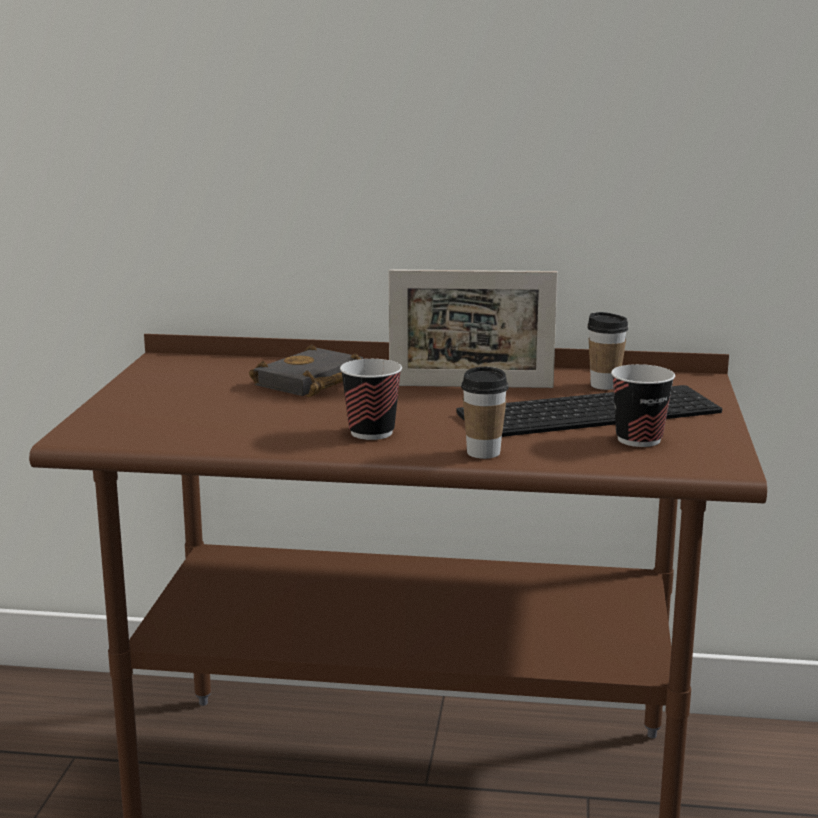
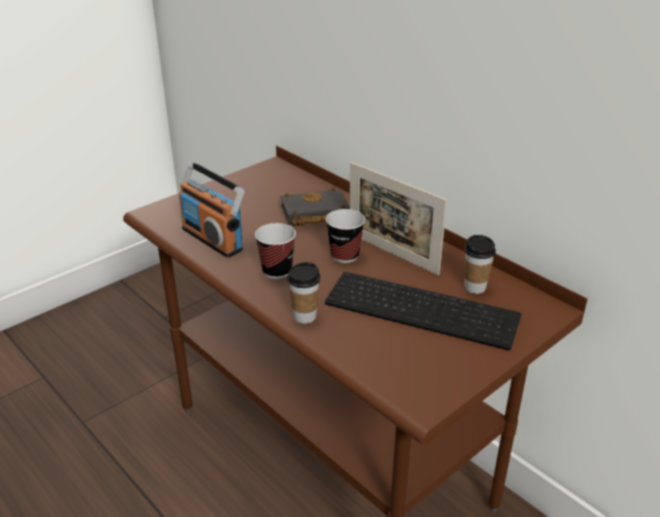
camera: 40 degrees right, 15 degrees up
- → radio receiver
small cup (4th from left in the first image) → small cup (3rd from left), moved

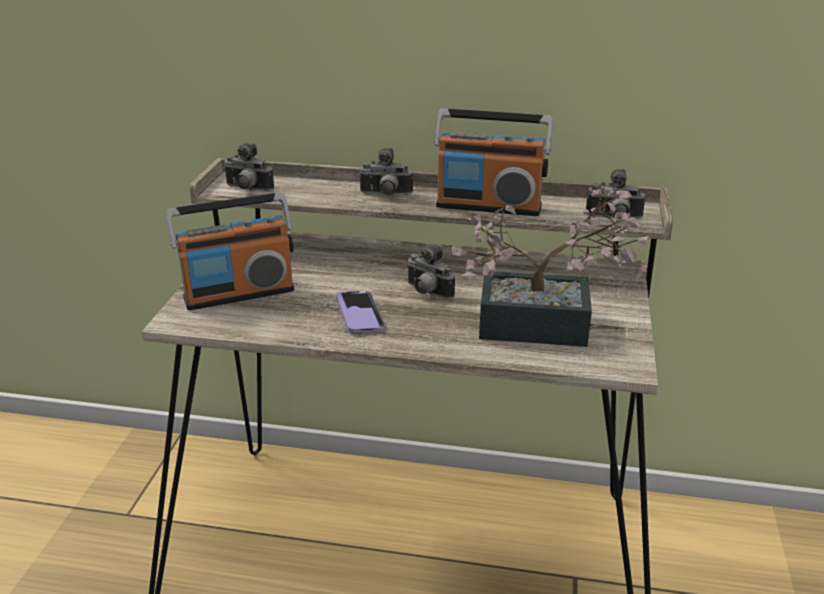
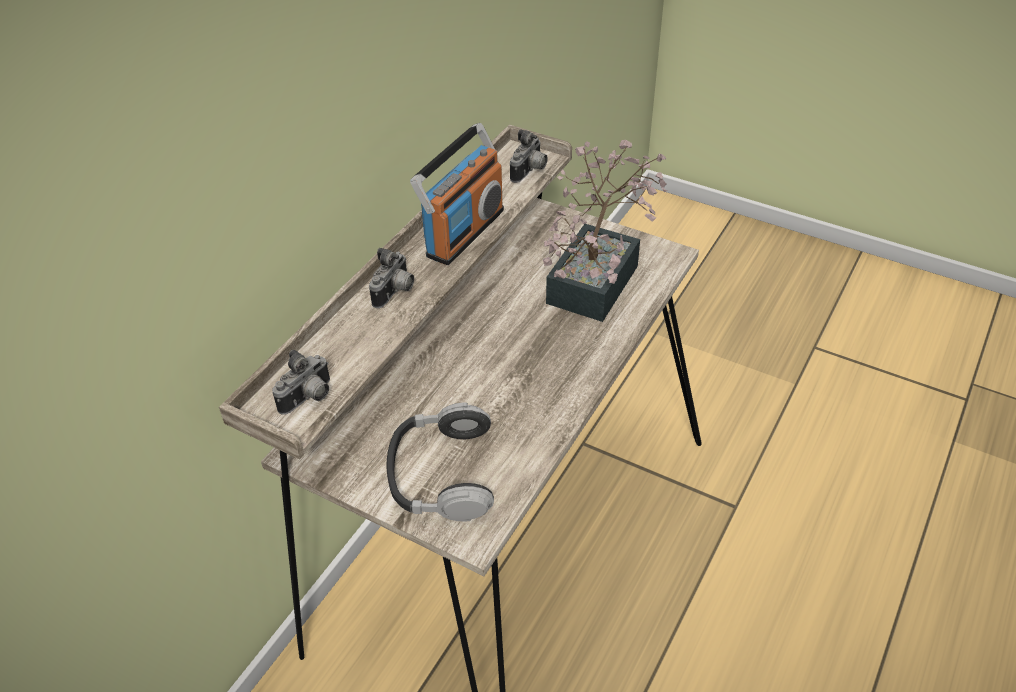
camera: 70 degrees left, 15 degrees up
radio receiver (1st from left) → pair of headphones
phone → -
photo camera (3rd from left) → -

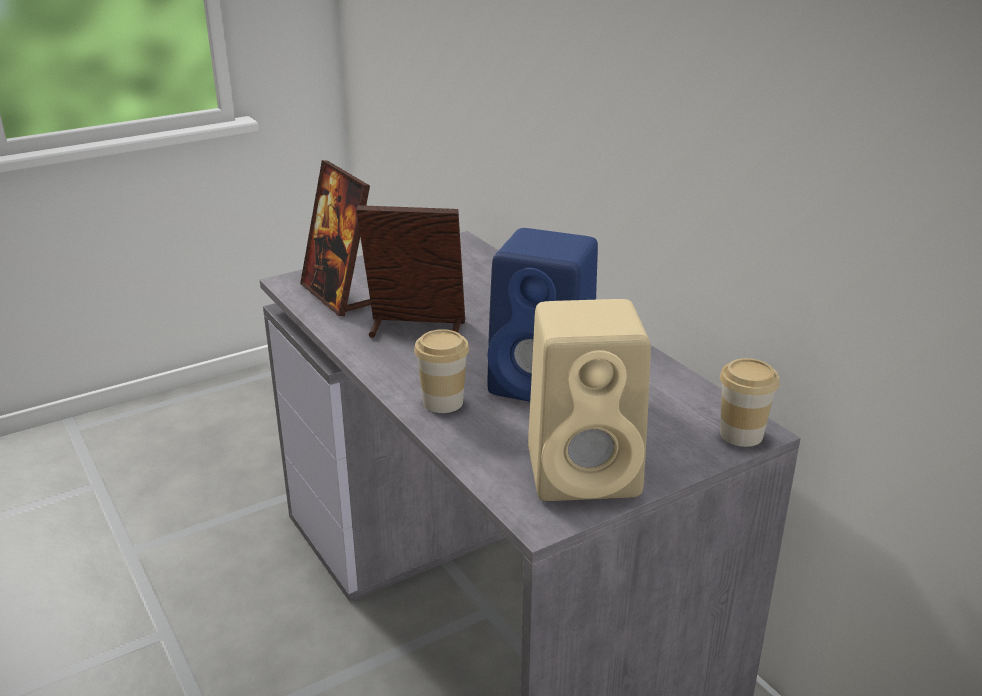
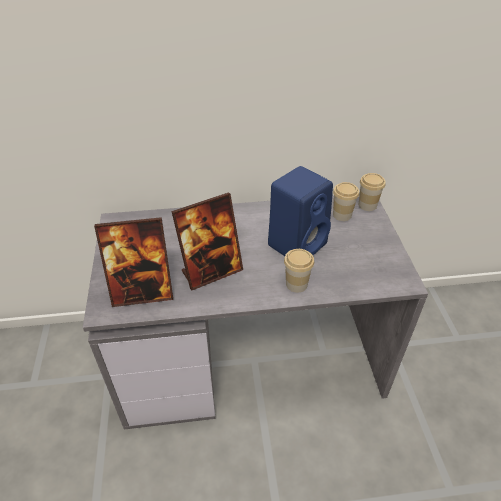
camera: 65 degrees left, 15 degrees up
standing frame (2nd from left), 150 degrees counterclockwise
- → small cup (2nd from left)
audio speaker/sand-coloured → -

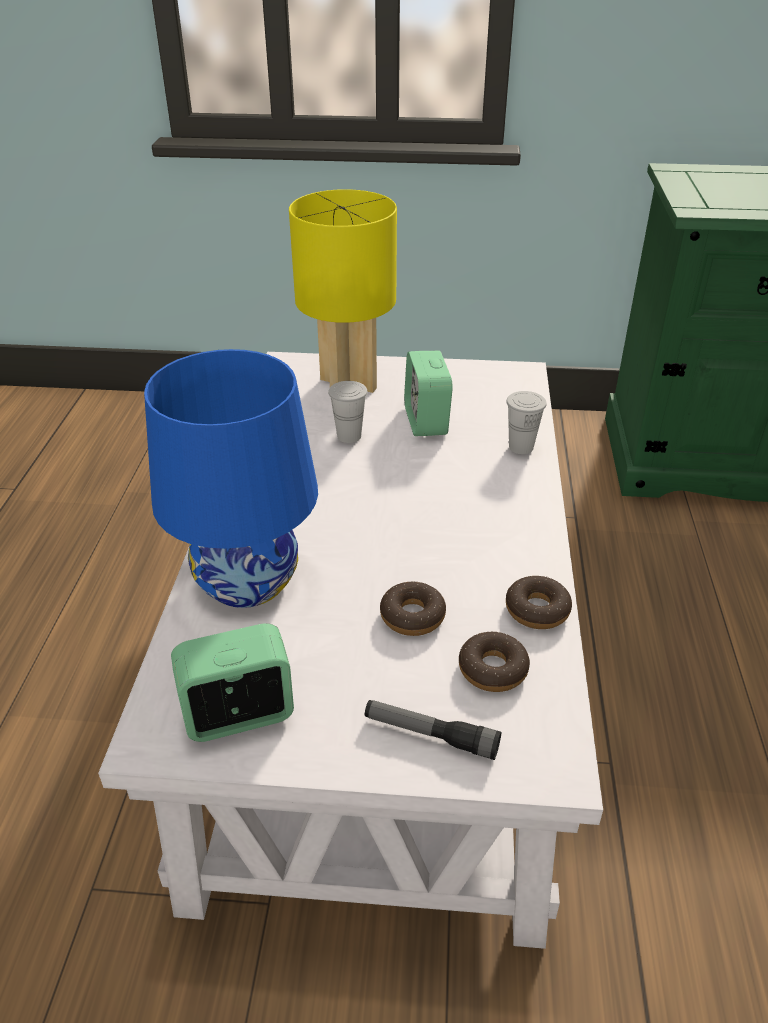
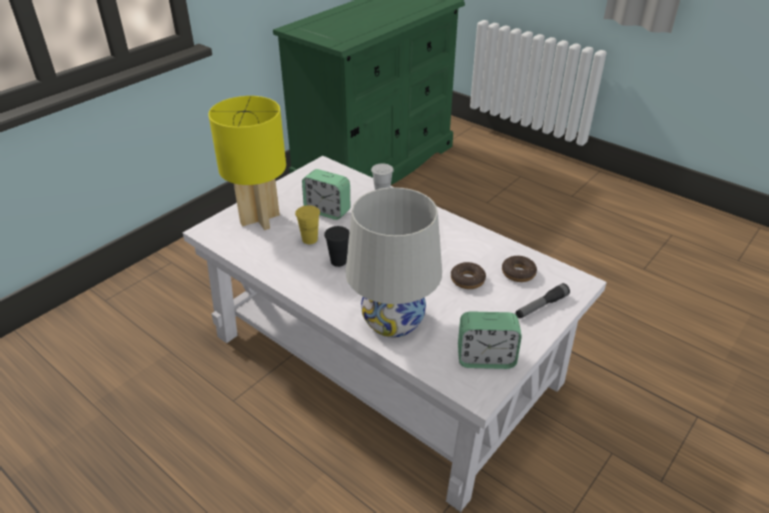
camera: 55 degrees left, 0 degrees up
small cup/white (1st from left) → small cup/yellow
- → small cup/blackish
tabletop lamp/blue → tabletop lamp/white
bedside clock (1st from left in the first image) → bedside clock (2nd from left), 105 degrees counterclockwise
ring doughnut (3rd from left) → -

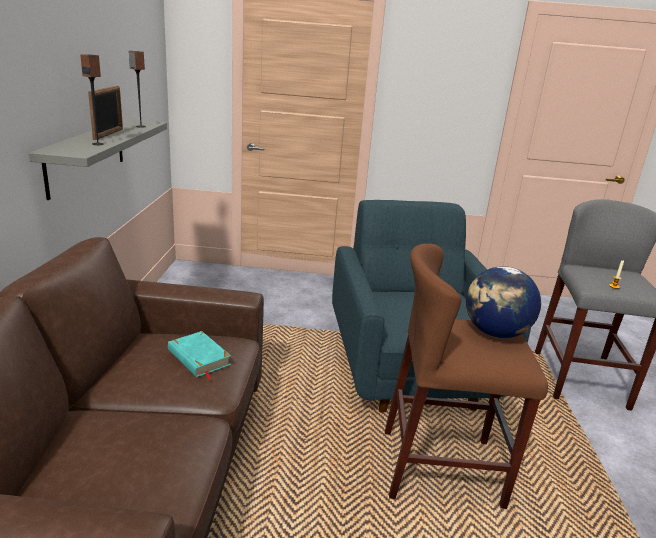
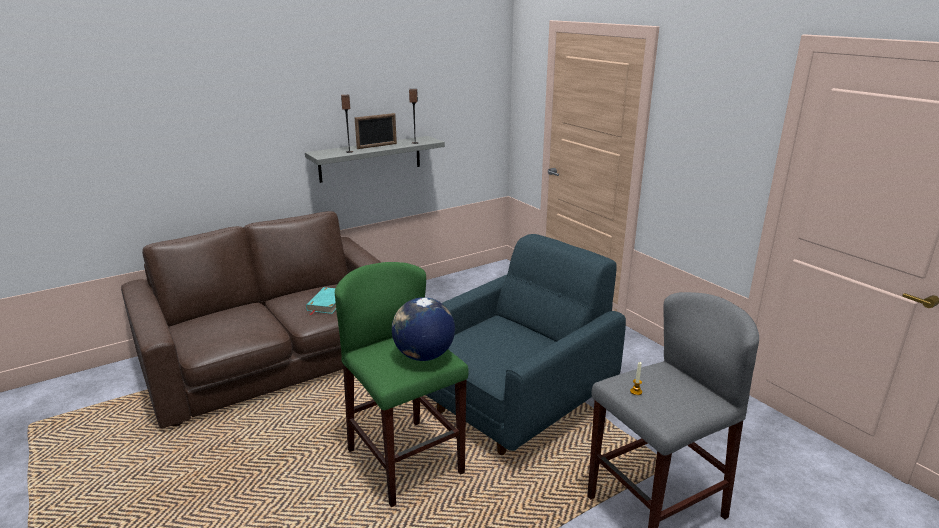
camera: 55 degrees right, 0 degrees up
sitting stool/brownish → sitting stool/green

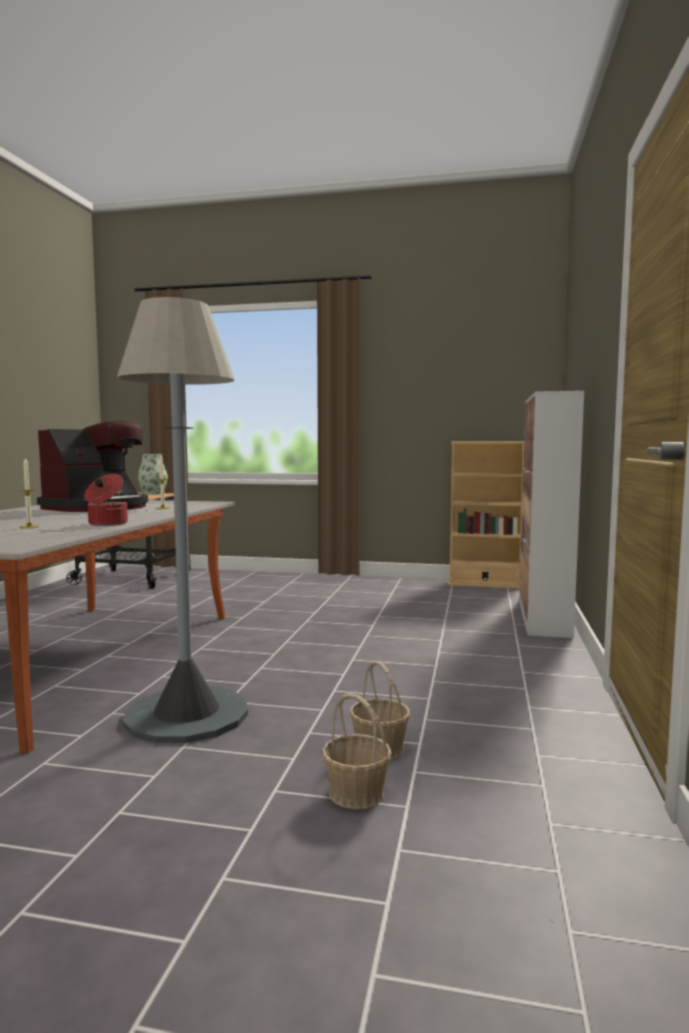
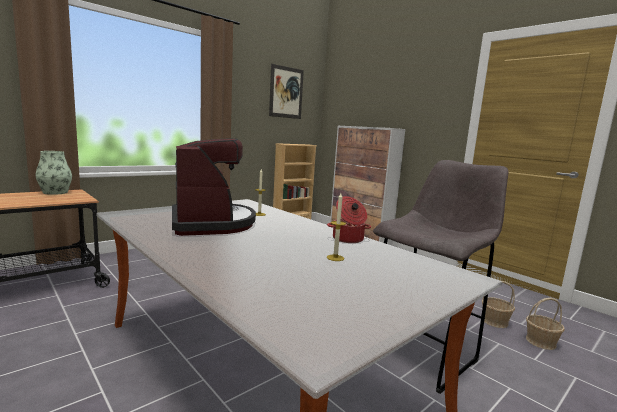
camera: 55 degrees left, 5 degrees up
- → picture
standing lamp/gray → sitting stool/gray

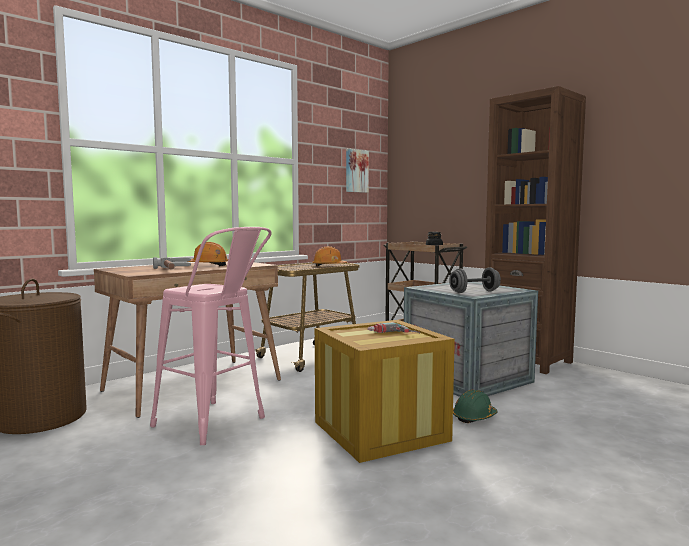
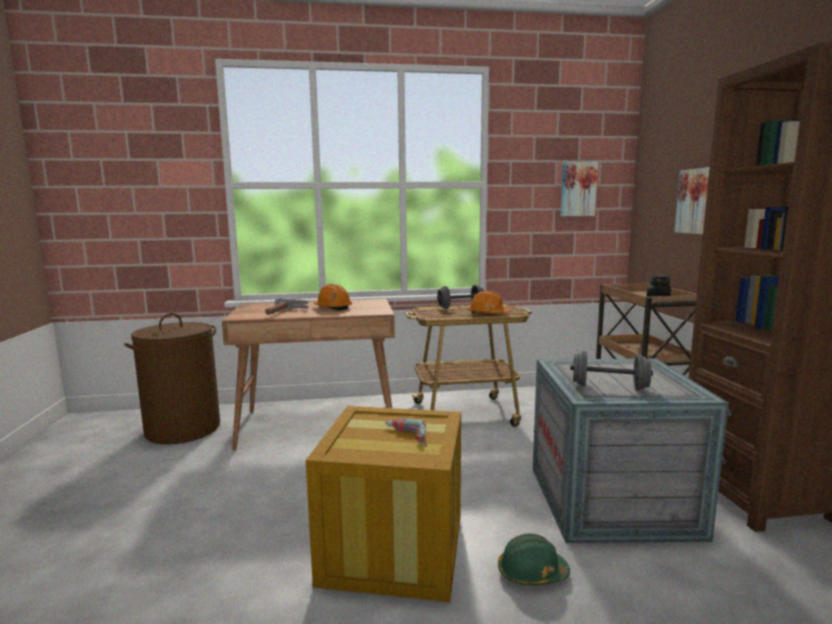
camera: 35 degrees right, 5 degrees up
- → dumbbell/gray (1st from left)
- → picture (2nd from left)
sitting stool/pink-coloured → -

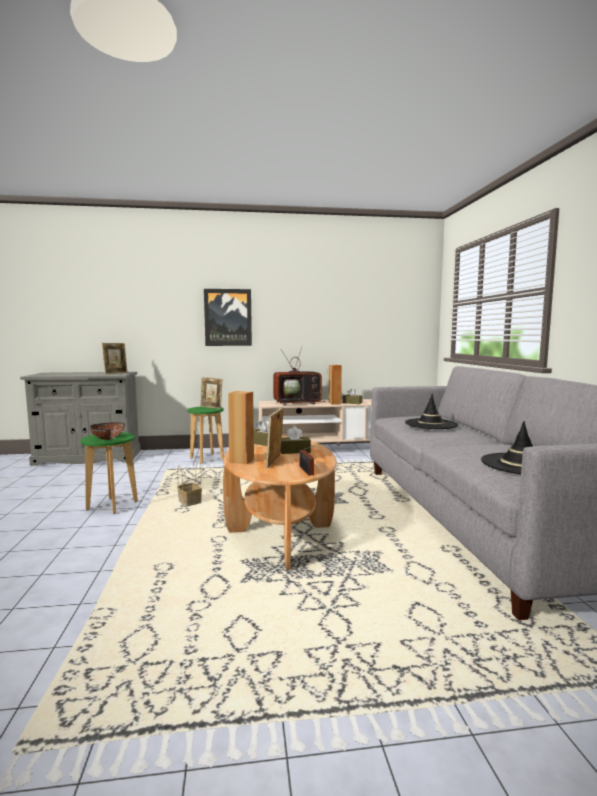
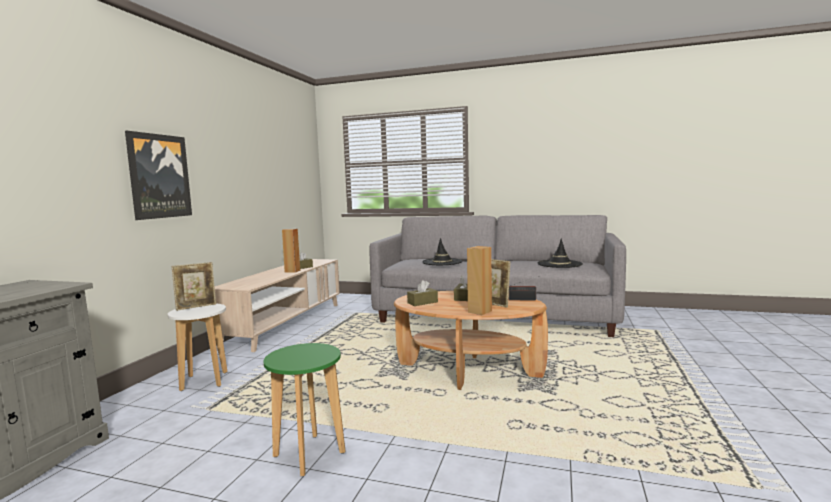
camera: 65 degrees left, 0 degrees up
sitting stool/green (2nd from left) → sitting stool/white
deep dish/brownish → -
standing frame (1st from left) → -
basket → -
TV set → -

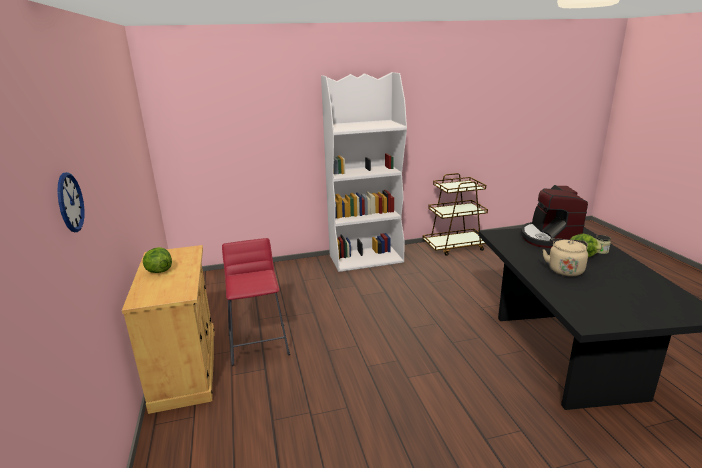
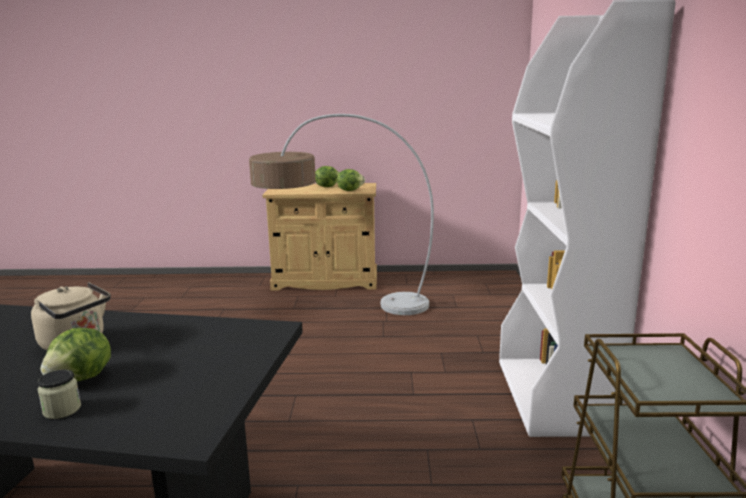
camera: 105 degrees right, 5 degrees down
sitting stool/red → standing lamp
- → lettuce head (3rd from left)
wall clock → -
coffee brewer → -

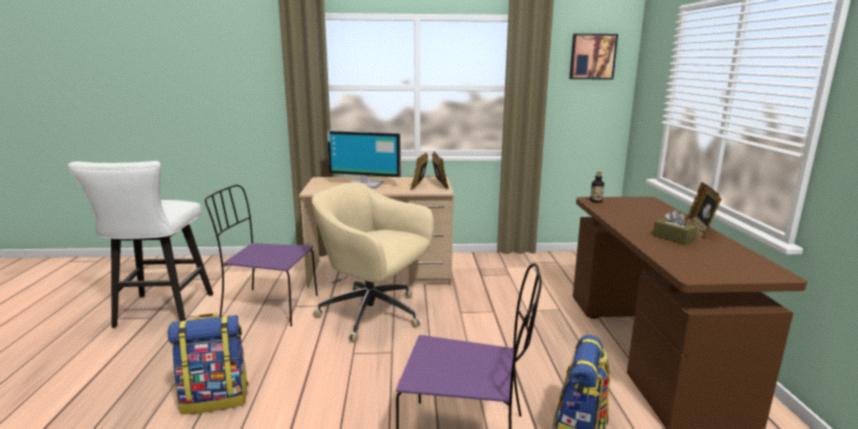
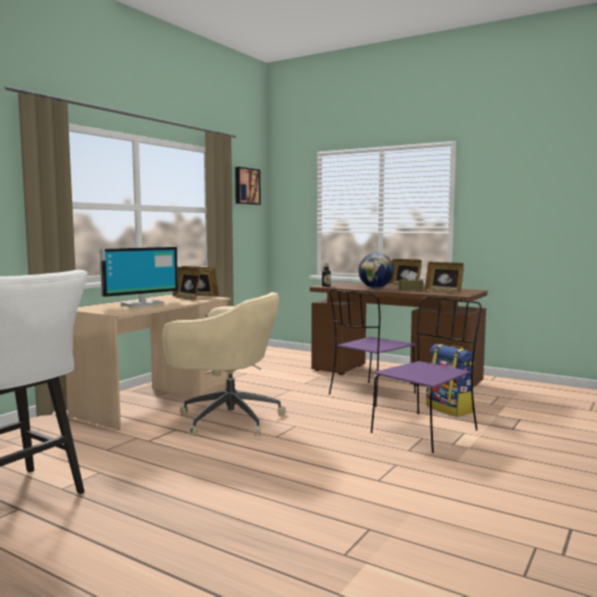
camera: 55 degrees left, 10 degrees down
office chair/sand-coloured, 135 degrees counterclockwise
chair/purplish (1st from left), moved
- → globe
- → standing frame (4th from left)
rucksack (1st from left) → -

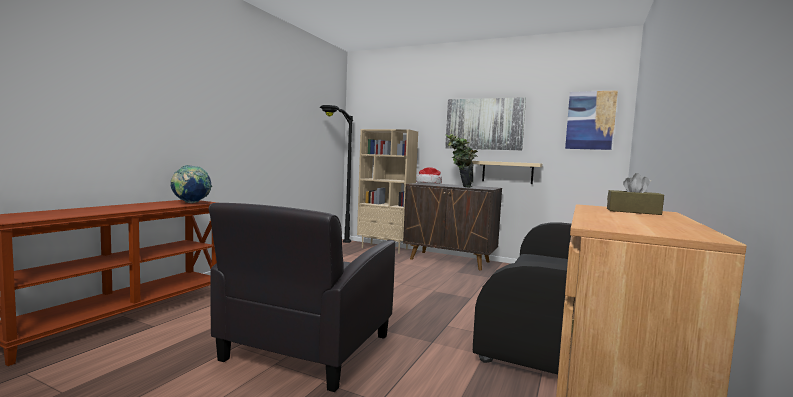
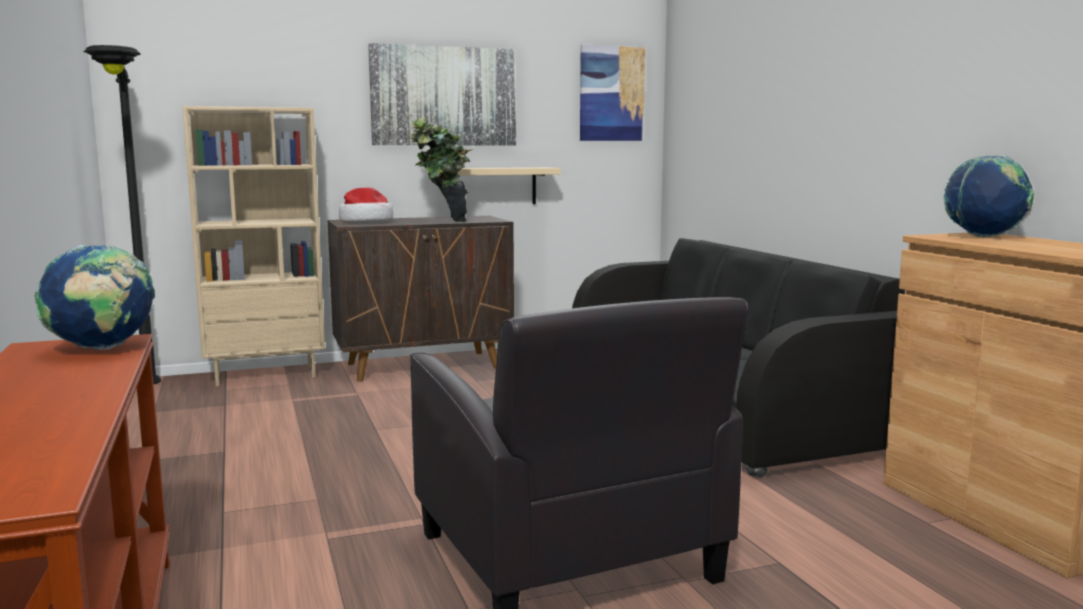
camera: 45 degrees left, 5 degrees up
tissue holder/brownish → globe (2nd from left)

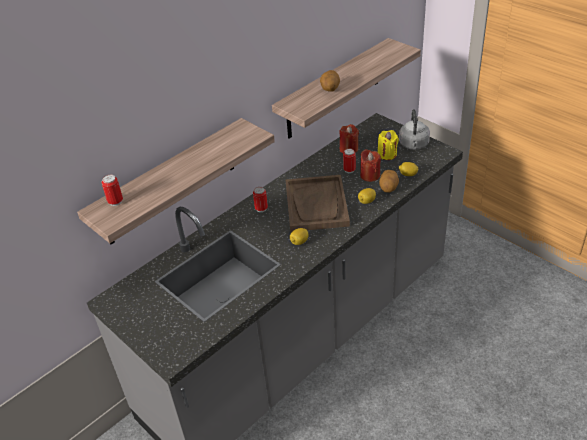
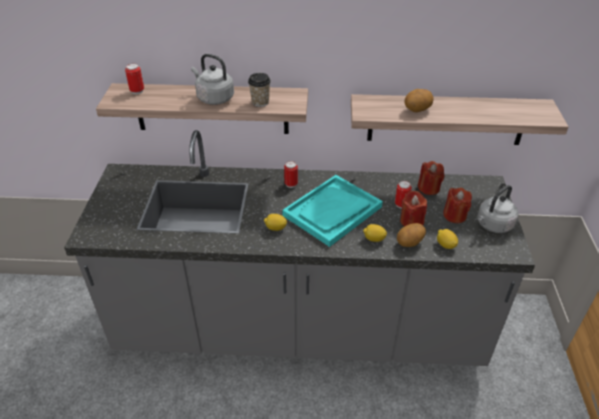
camera: 45 degrees right, 0 degrees up
- → water kettle/gray (1st from left)
- → small cup
tray/brownish → tray/turquoise
wax candle/yellow → wax candle/red (3rd from left)

